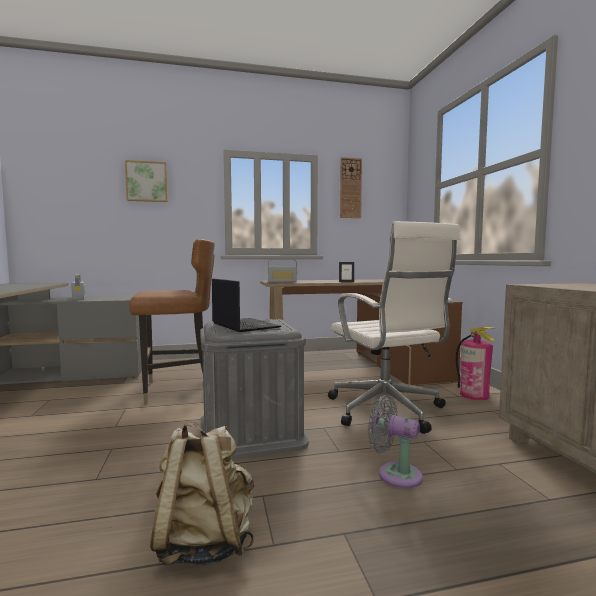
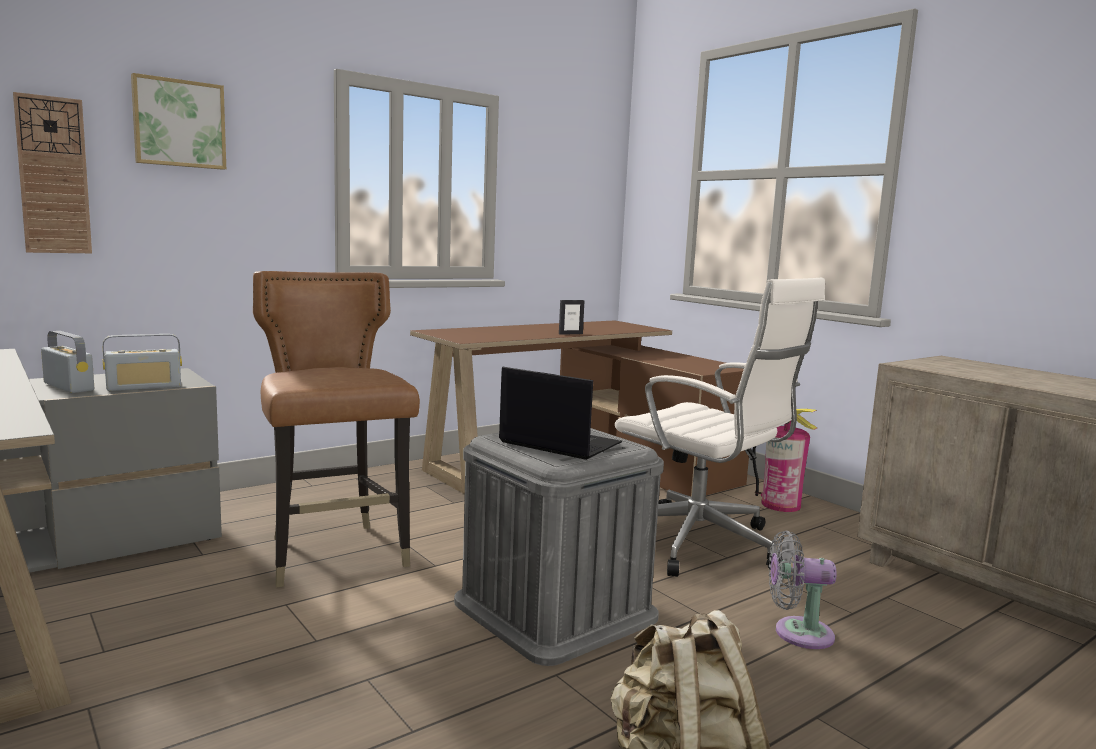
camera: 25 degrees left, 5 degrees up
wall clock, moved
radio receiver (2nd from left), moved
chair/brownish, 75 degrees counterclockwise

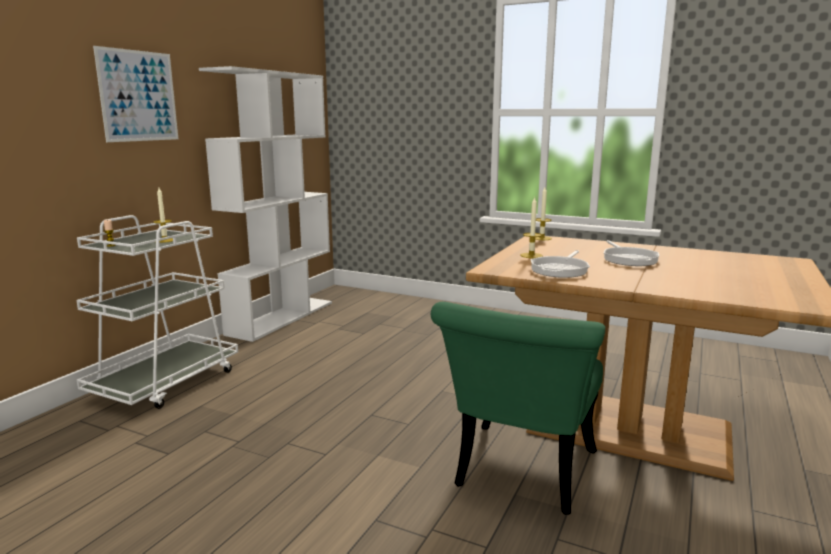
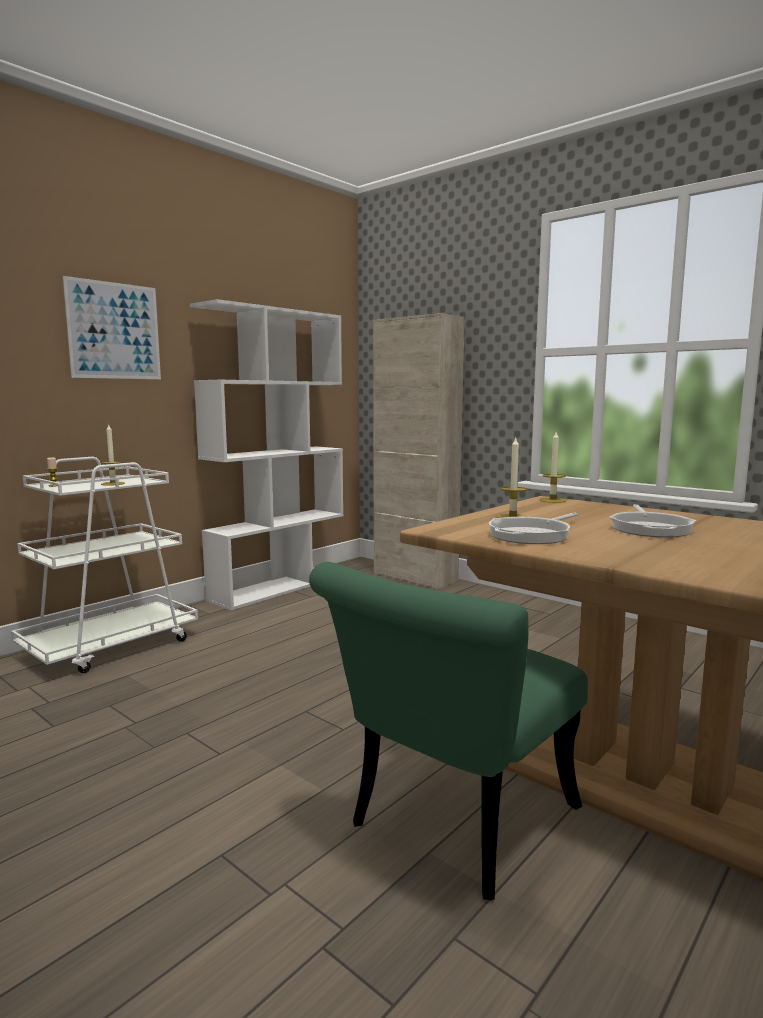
camera: 15 degrees right, 5 degrees down
- → storage cabinet/sand-coloured

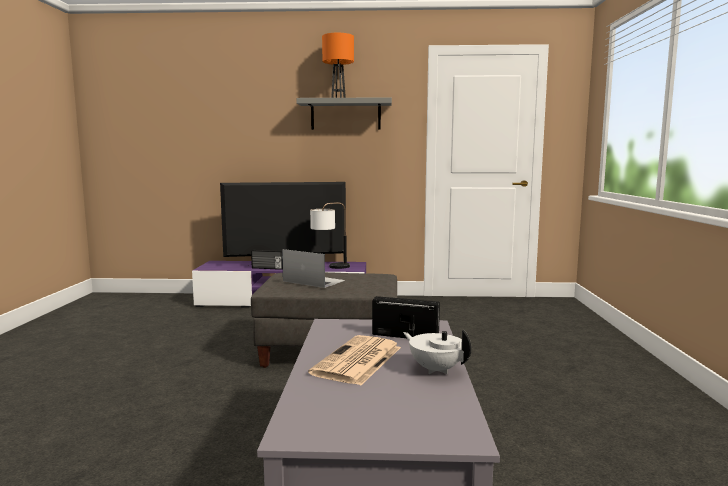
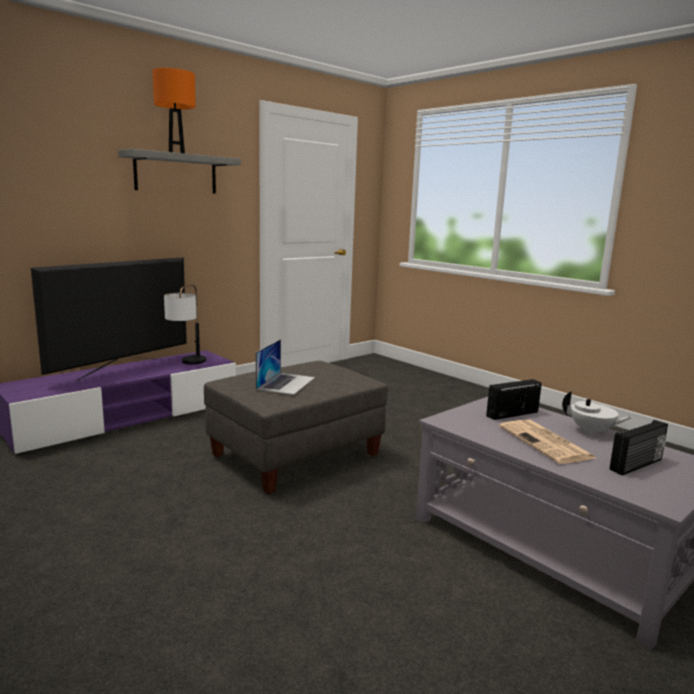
camera: 45 degrees left, 5 degrees up
laptop, 120 degrees clockwise
teapot/white, 150 degrees counterclockwise
radio receiver (1st from left in the first image) → radio receiver (2nd from left), moved

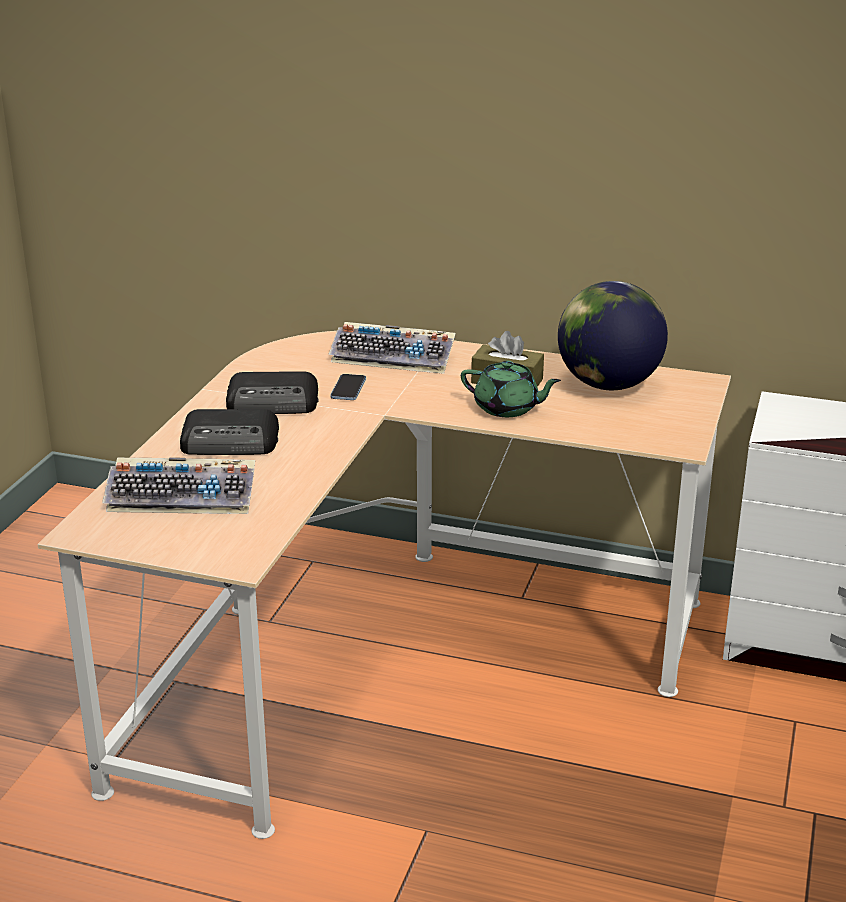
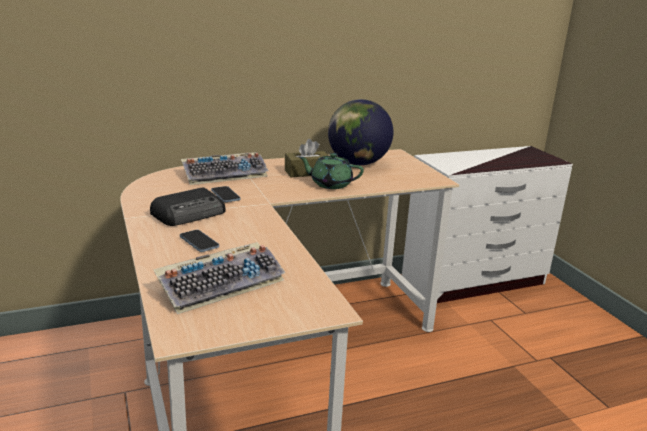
camera: 40 degrees left, 5 degrees down
radio receiver (1st from left) → phone (1st from left)
teapot/green, 150 degrees counterclockwise

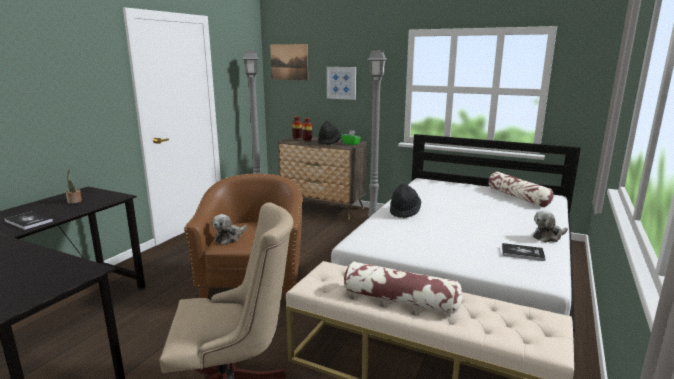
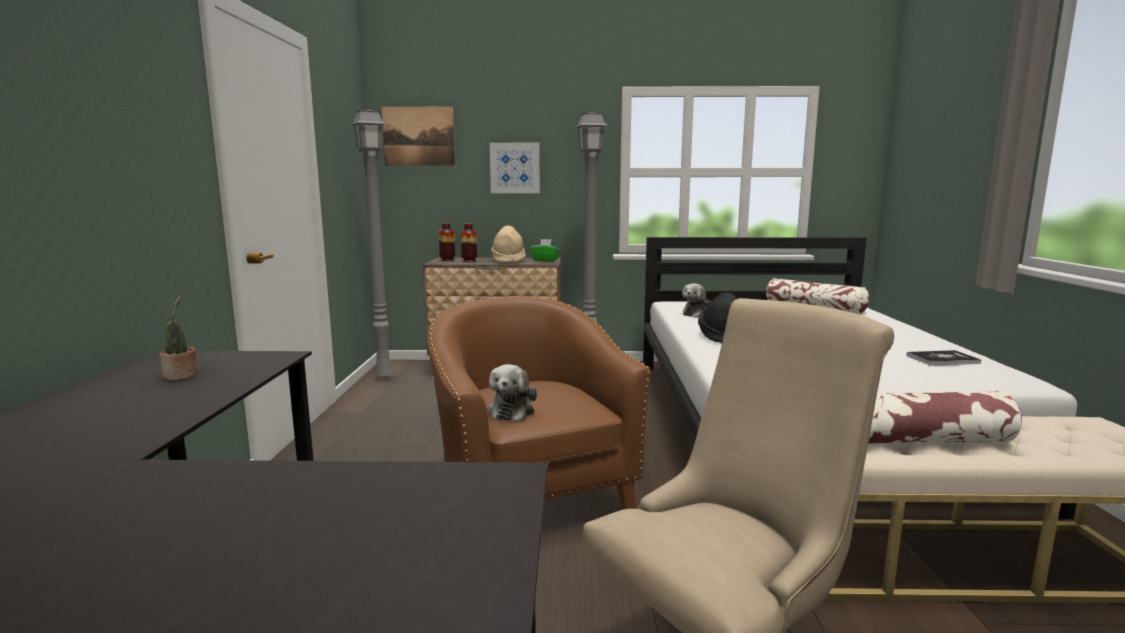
camera: 25 degrees left, 5 degrees down
clothing hat/blackish (1st from left) → clothing hat/sand-coloured
plush toy (2nd from left), moved
book (1st from left) → -

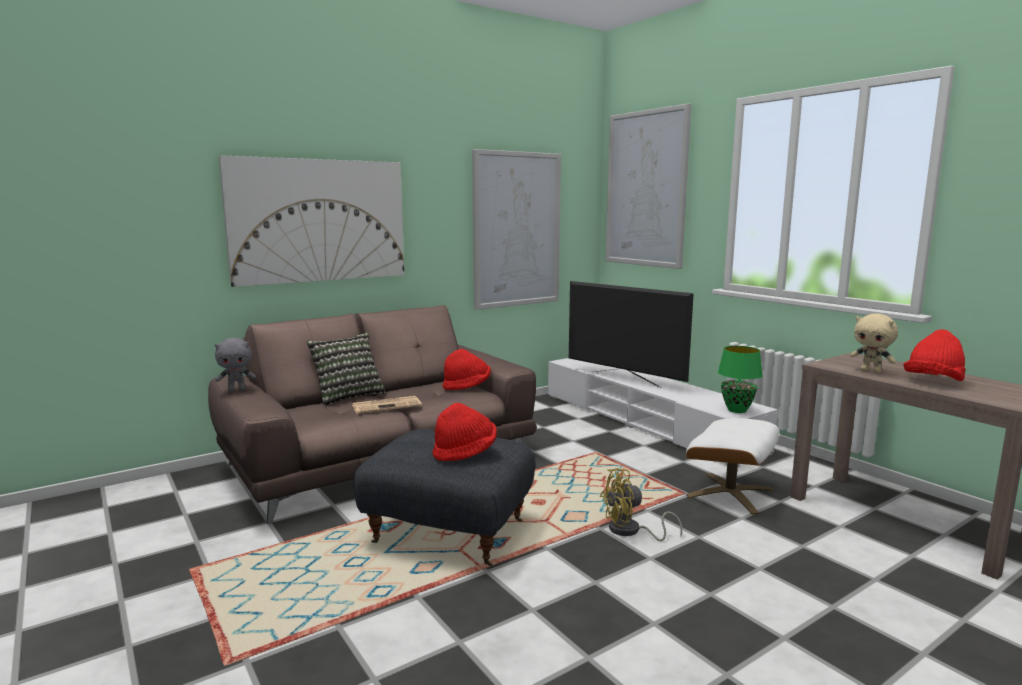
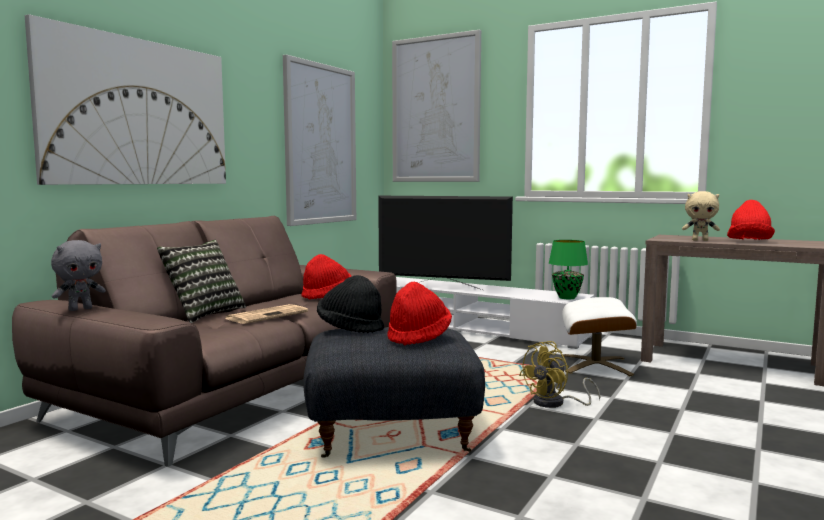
camera: 25 degrees left, 5 degrees down
- → clothing hat/blackish

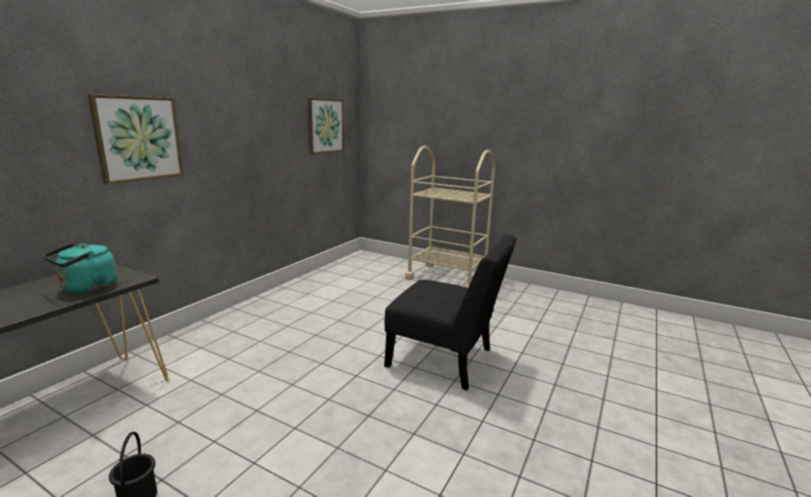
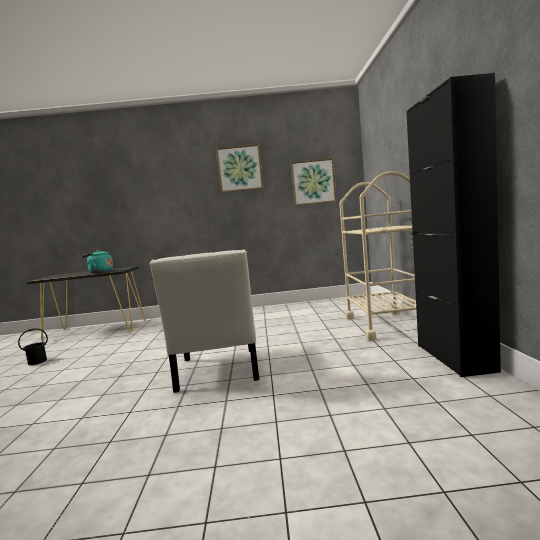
camera: 60 degrees right, 10 degrees down
chair/blackish → chair/white
picture (1st from left), moved
- → storage cabinet/blackish

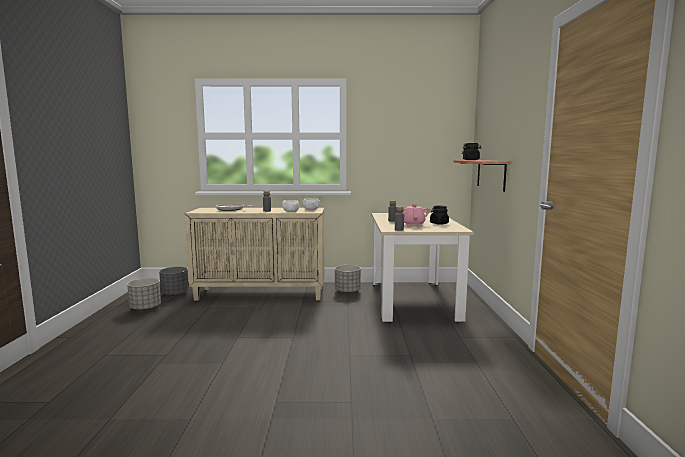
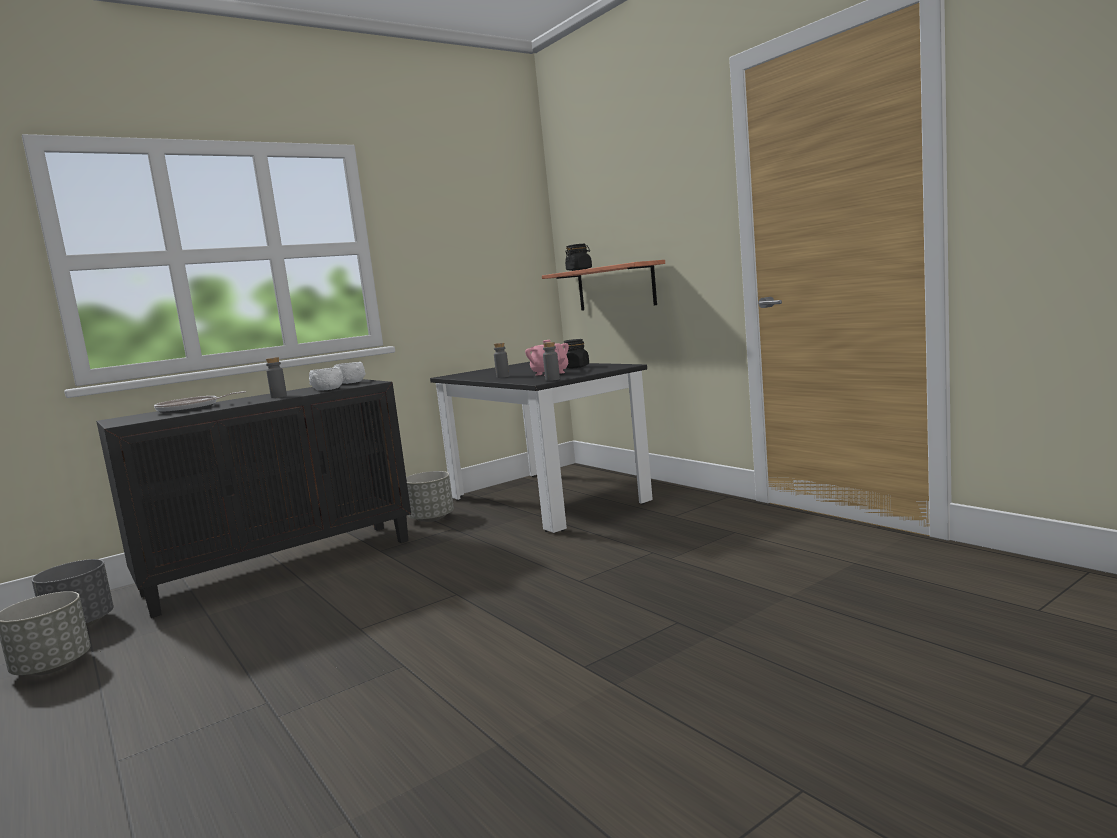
camera: 35 degrees left, 0 degrees up
storage cabinet/sand-coloured → storage cabinet/blackish
dining table/sand-coloured → dining table/blackish

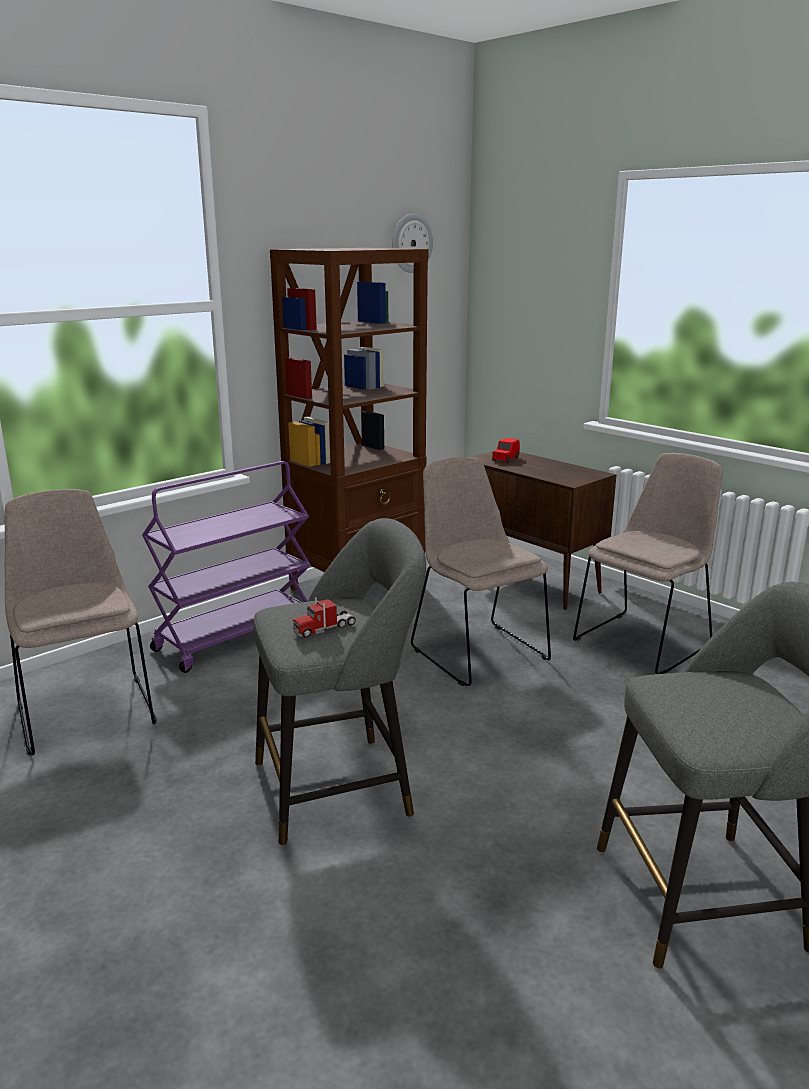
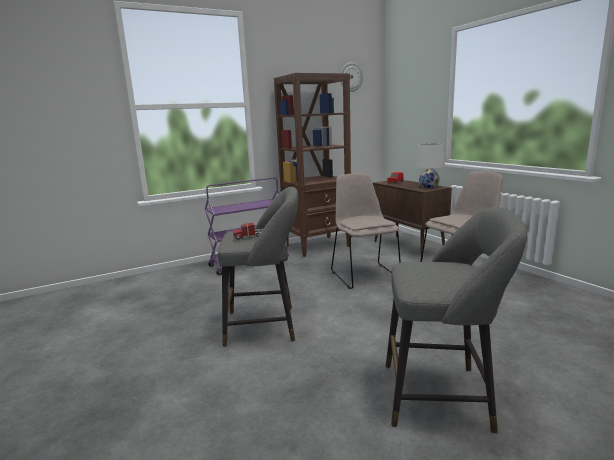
camera: 15 degrees right, 5 degrees down
- → tabletop lamp/white
chair/sand-coloured (1st from left) → -

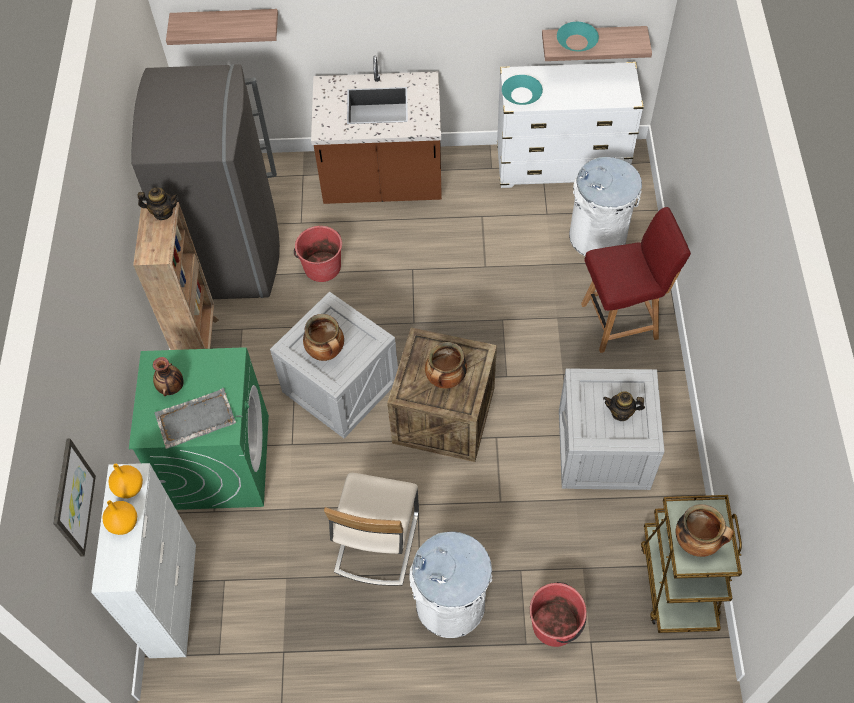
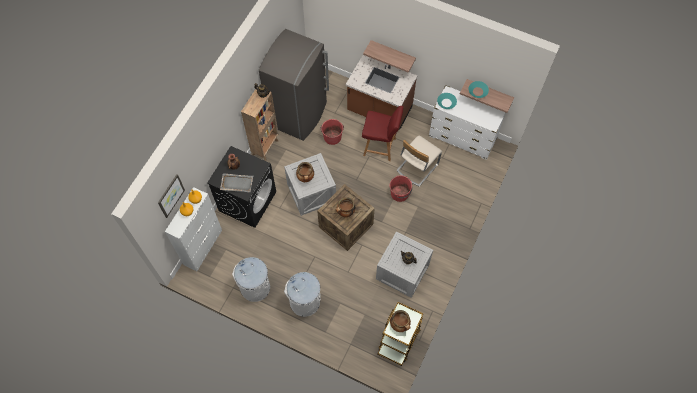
camera: 25 degrees right, 5 degrees up
laundry appliance/green → laundry appliance/blackish
rubbish bin/white (2nd from left in the first image) → rubbish bin/white (1st from left), moved
chair/red, moved
shelf (1st from left), moved
bucket/red (2nd from left), moved
chair/sand-coloured, moved

